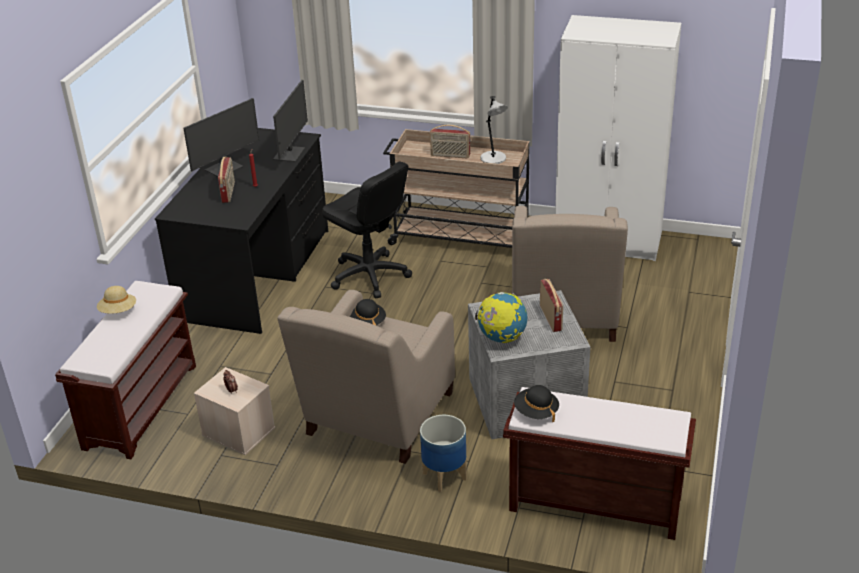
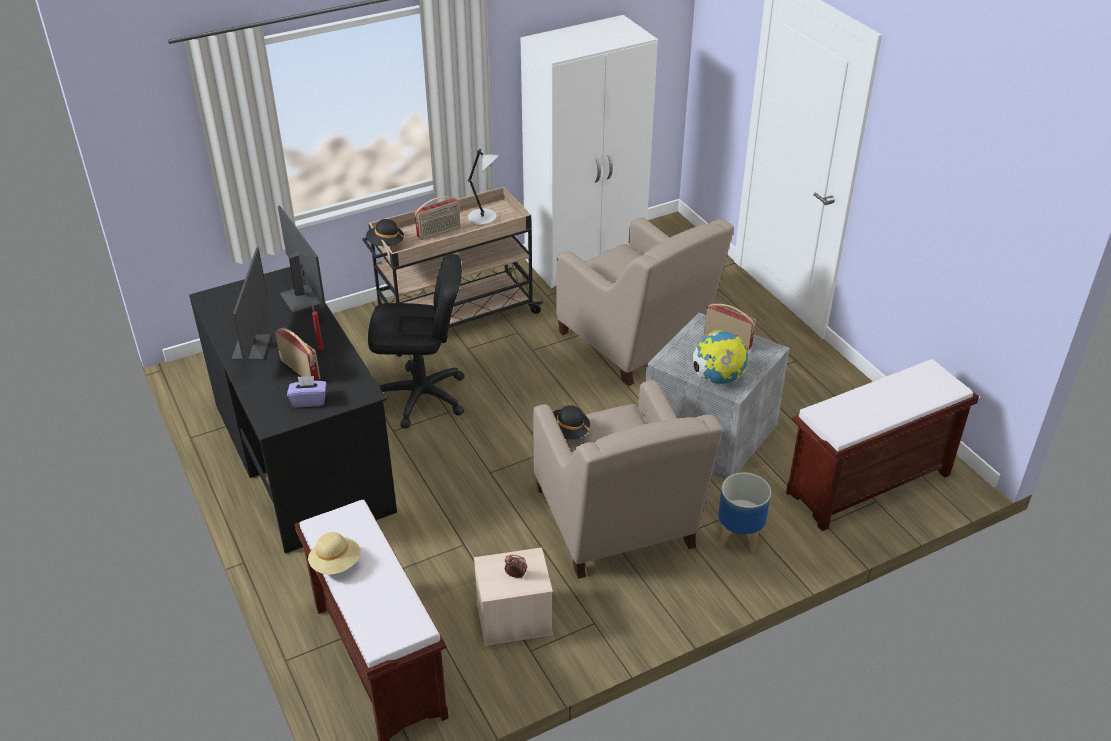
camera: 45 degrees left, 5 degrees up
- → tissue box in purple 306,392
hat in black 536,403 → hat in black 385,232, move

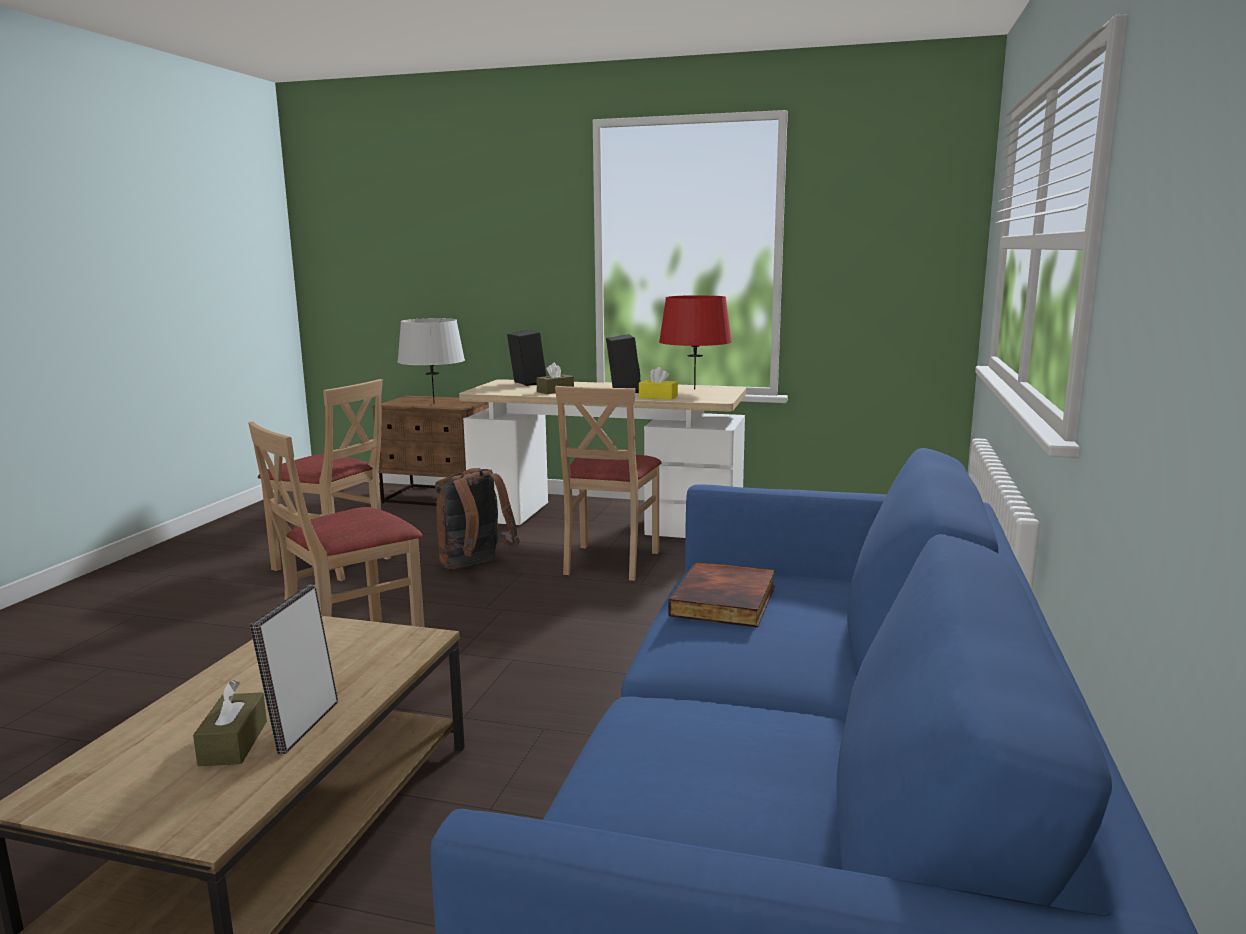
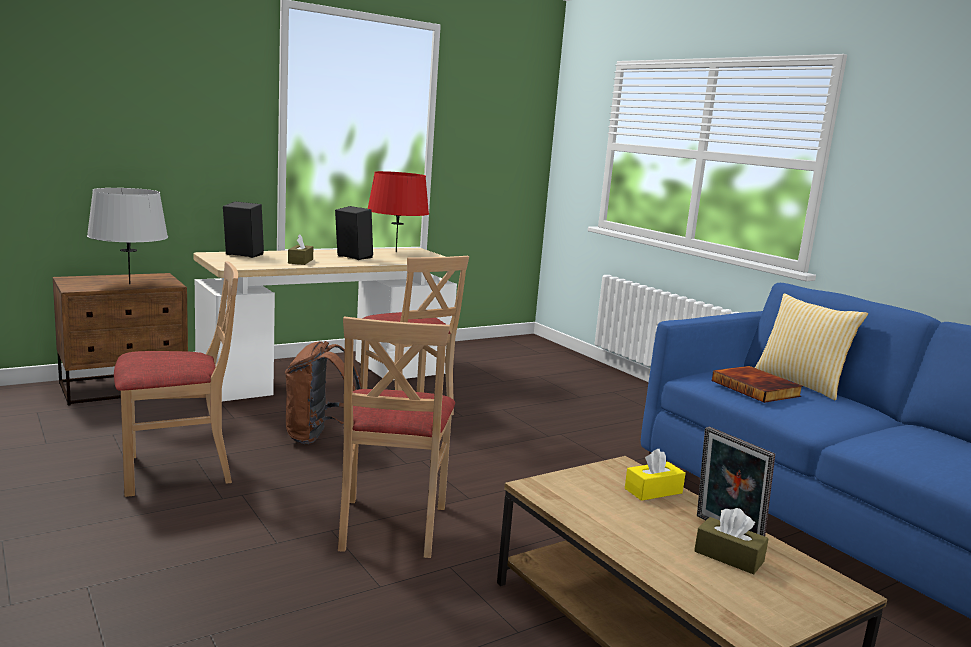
camera: 50 degrees left, 0 degrees up
tissue box in yellow 658,383 → tissue box in yellow 655,475, move
- → pillow 811,346

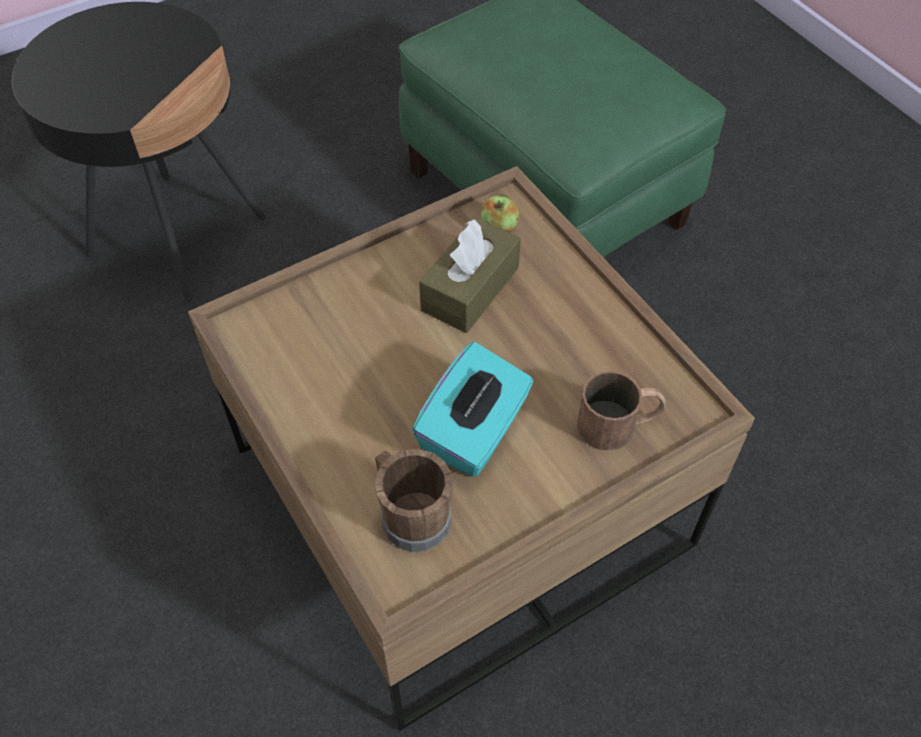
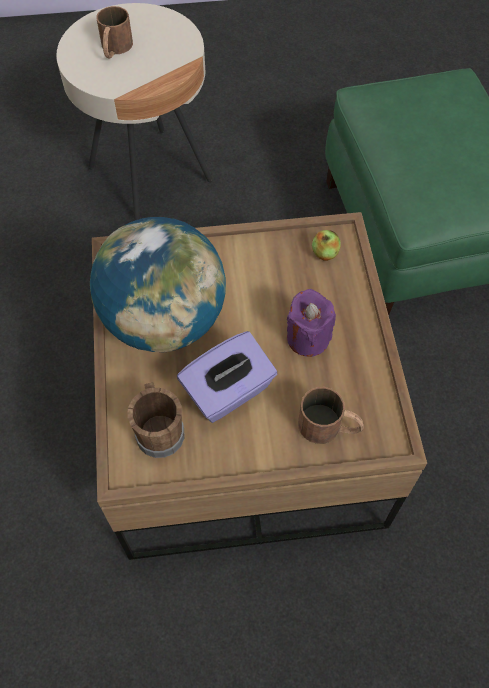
camera: 25 degrees right, 5 degrees up
side table in black 139,151 → side table in beige 135,112
- → globe 158,284
- → mug in brown 114,32
tissue box in turquoise 472,409 → tissue box in purple 227,377
- → candle in purple 311,323
tissue box in brown 470,275 → -

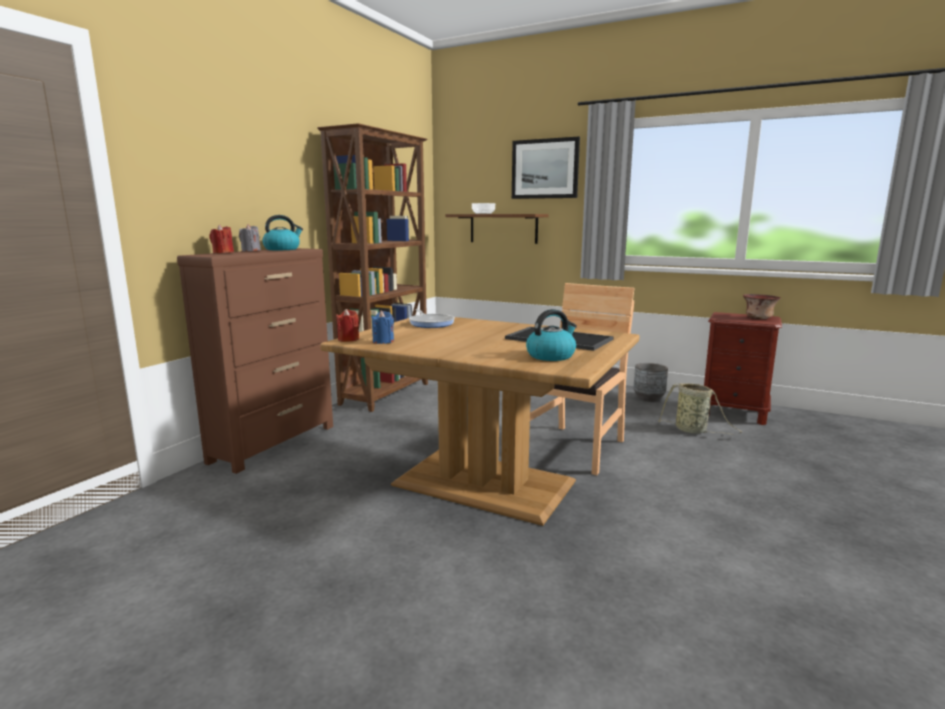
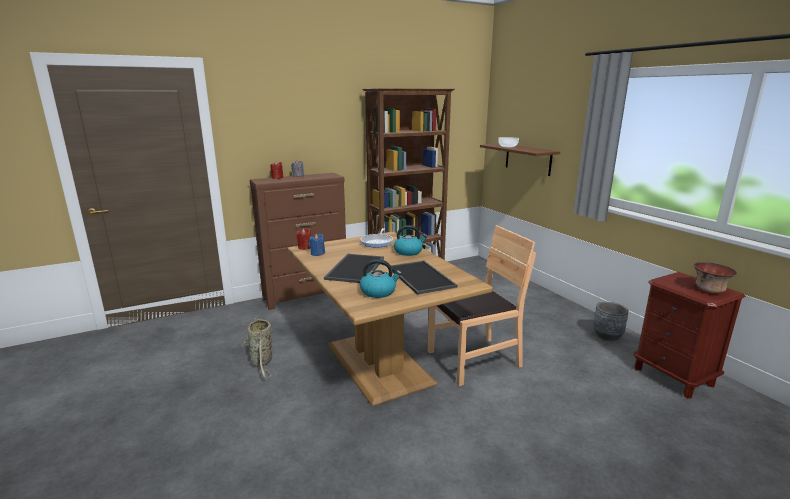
camera: 35 degrees right, 5 degrees up
basket 700,408 → basket 257,348, move
- → tray 354,268
kettle 282,232 → kettle 410,240, move
picture 546,168 → -

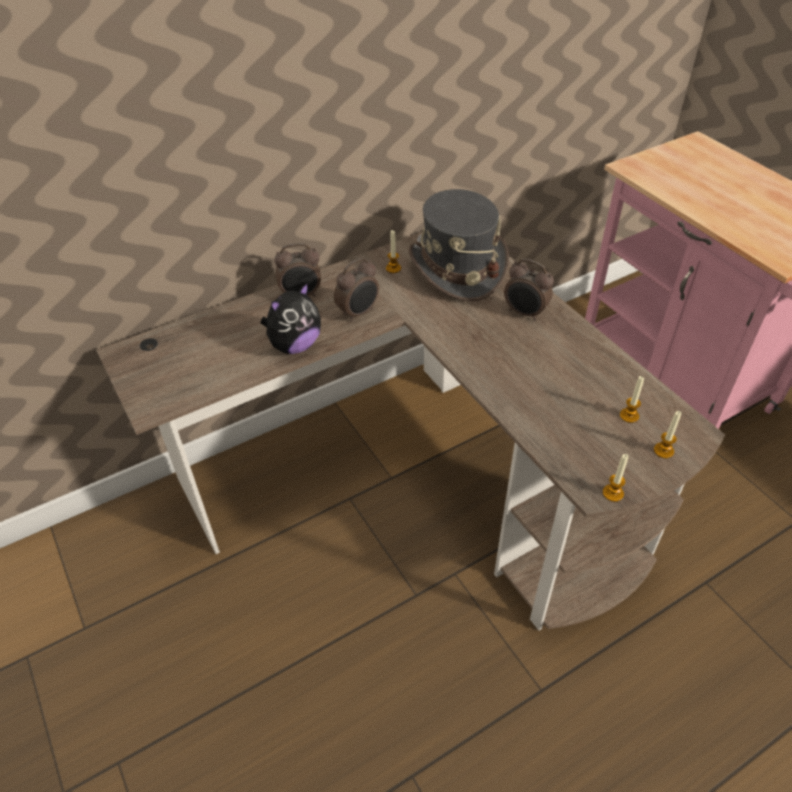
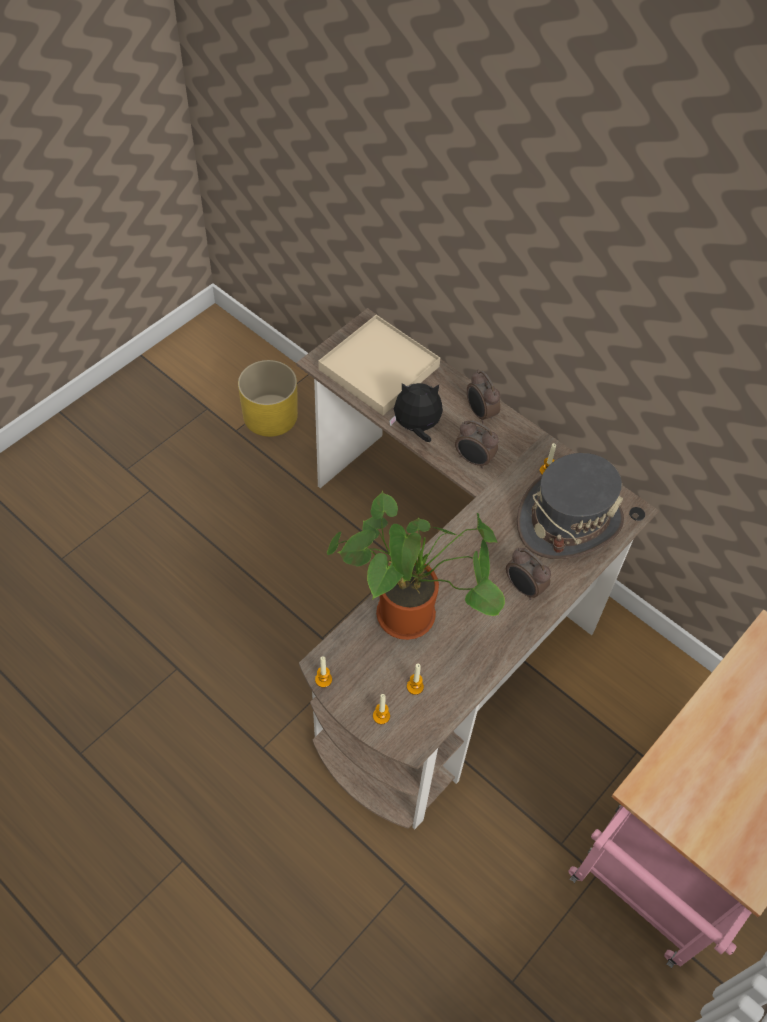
camera: 70 degrees right, 10 degrees up
- → planter in yellow 268,398
- → tray in beige 379,365
- → potted plant 415,565
plush toy 291,318 → plush toy 416,412, 150 degrees clockwise
alarm clock 529,290 → alarm clock 528,574, 60 degrees counterclockwise

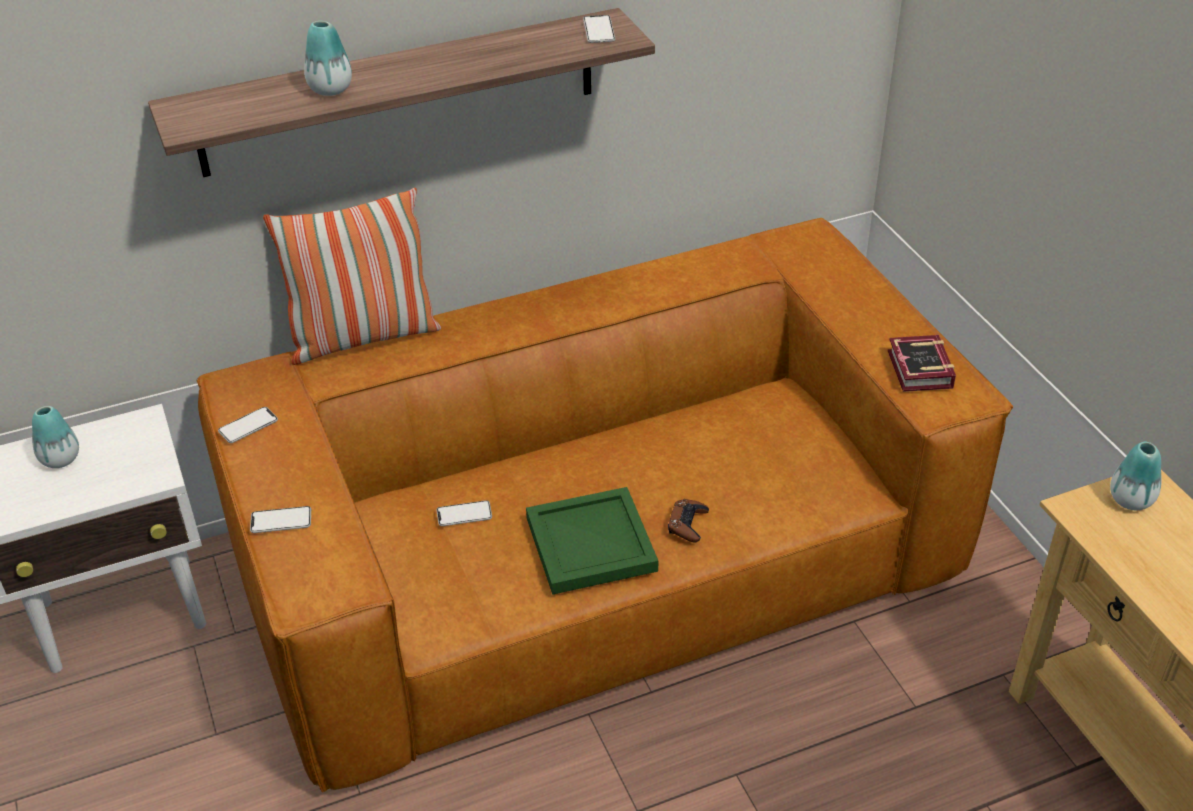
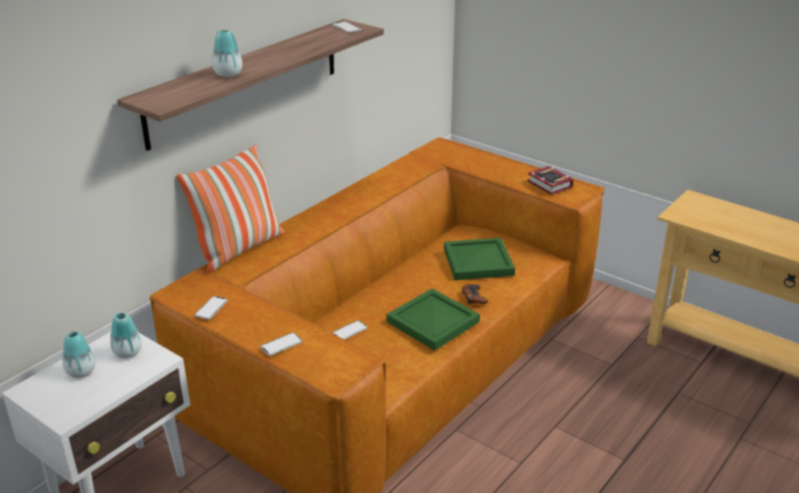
camera: 30 degrees left, 10 degrees down
vase 1136,476 → vase 126,335, move
- → tray in green 479,259

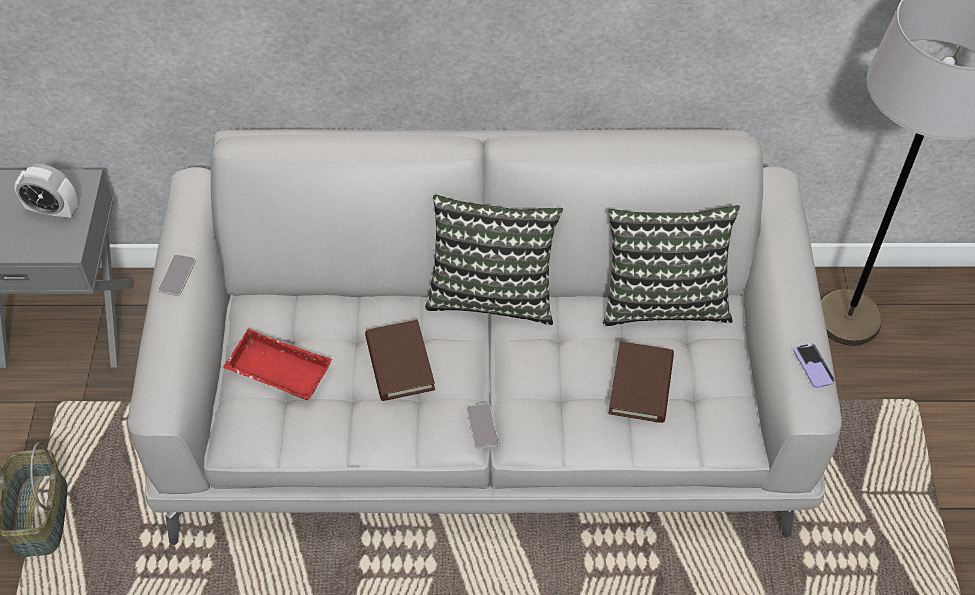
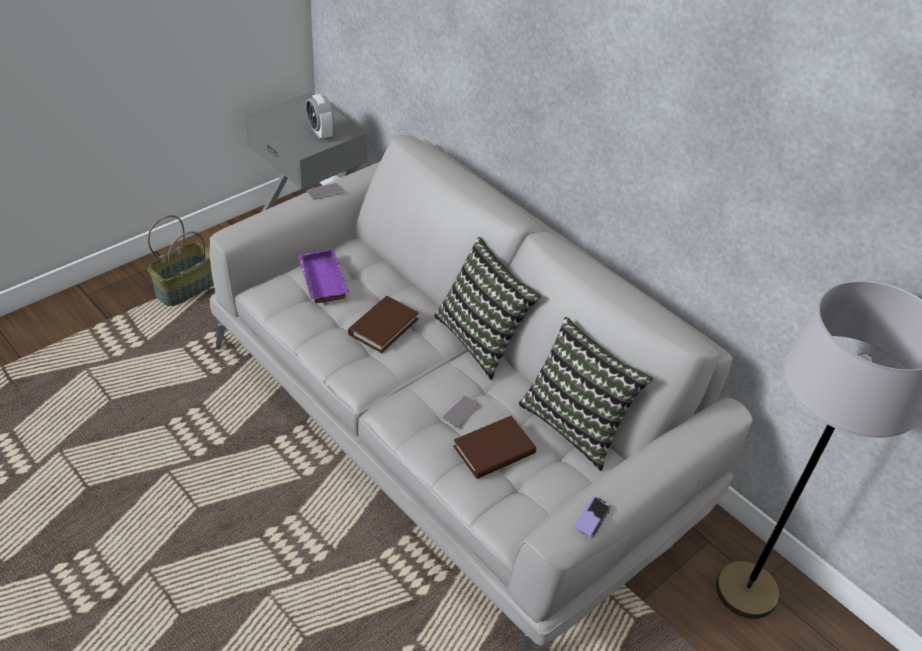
camera: 45 degrees right, 10 degrees down
tray in red 277,364 → tray in purple 323,276
phone 482,426 → phone 460,412, move

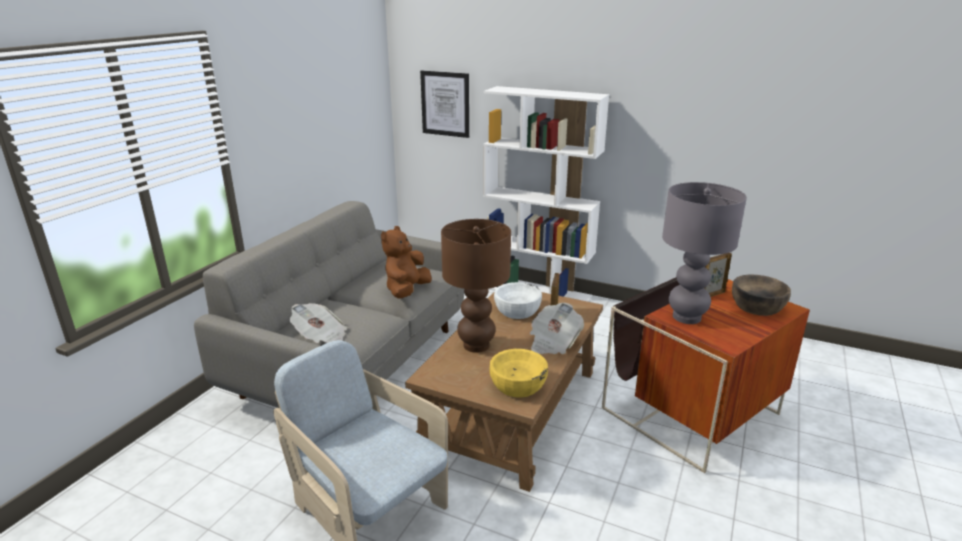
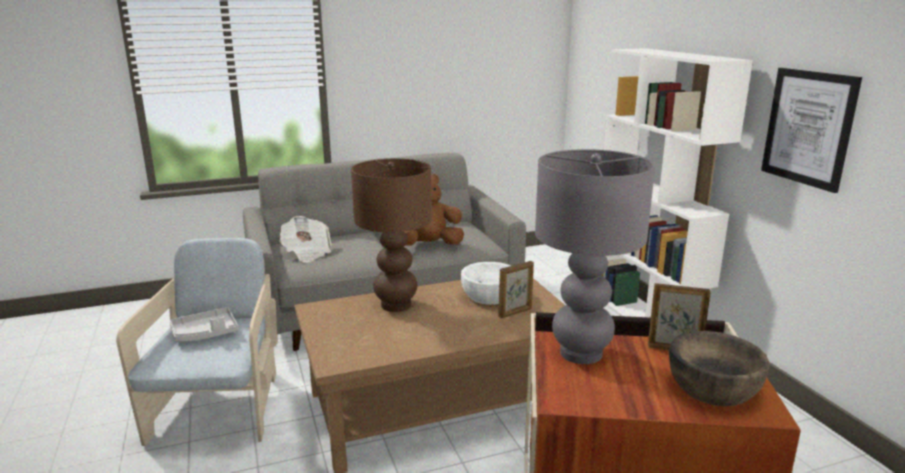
camera: 45 degrees right, 5 degrees down
- → tray in grey 204,324
picture 444,104 → picture 811,130, move
bowl in yellow 518,373 → -
newspaper 557,328 → -

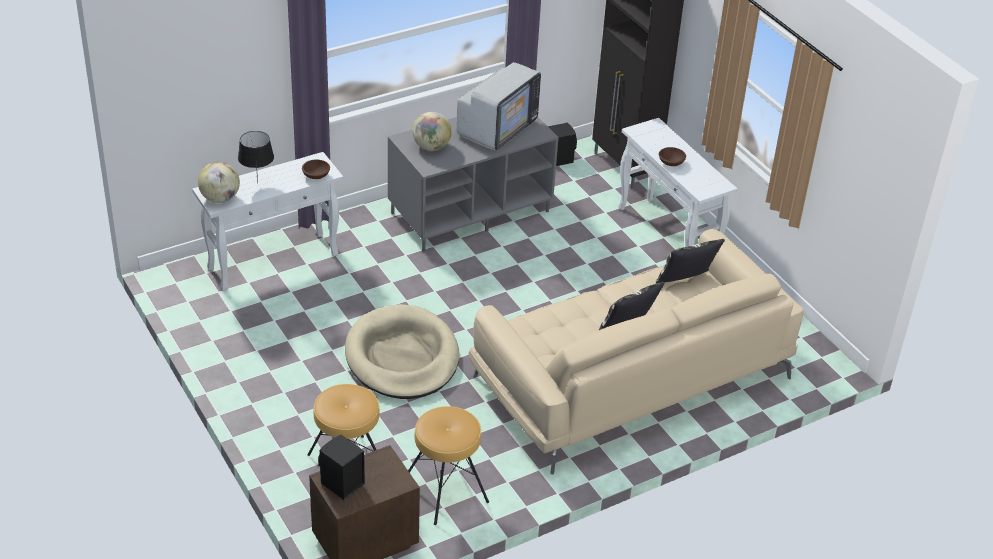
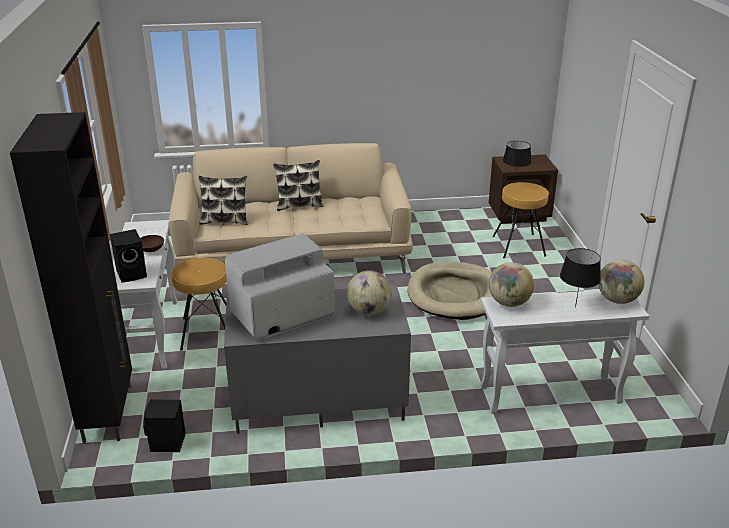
camera: 155 degrees left, 10 degrees down
speaker in black 341,467 → speaker in black 128,256, move
stool in brown 448,465 → stool in brown 199,304, move
bowl in brown 316,169 → globe 511,284
- → table lamp in black 517,160

